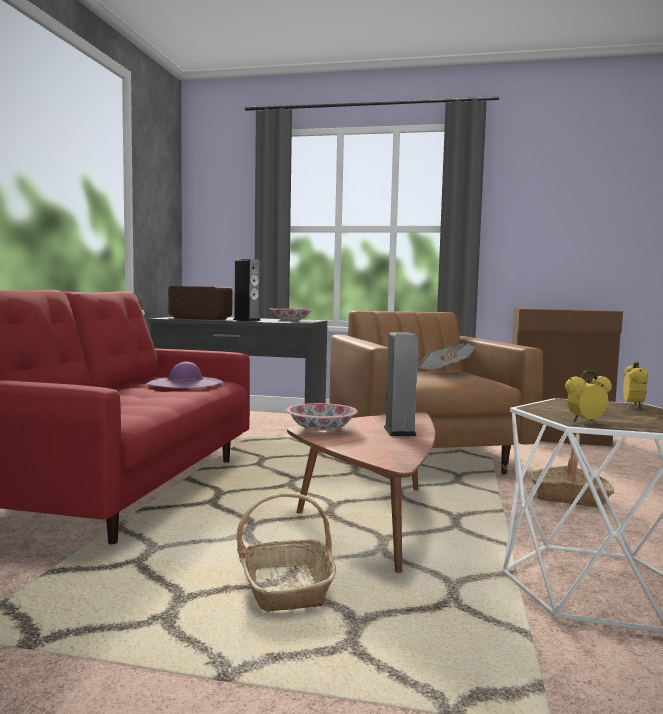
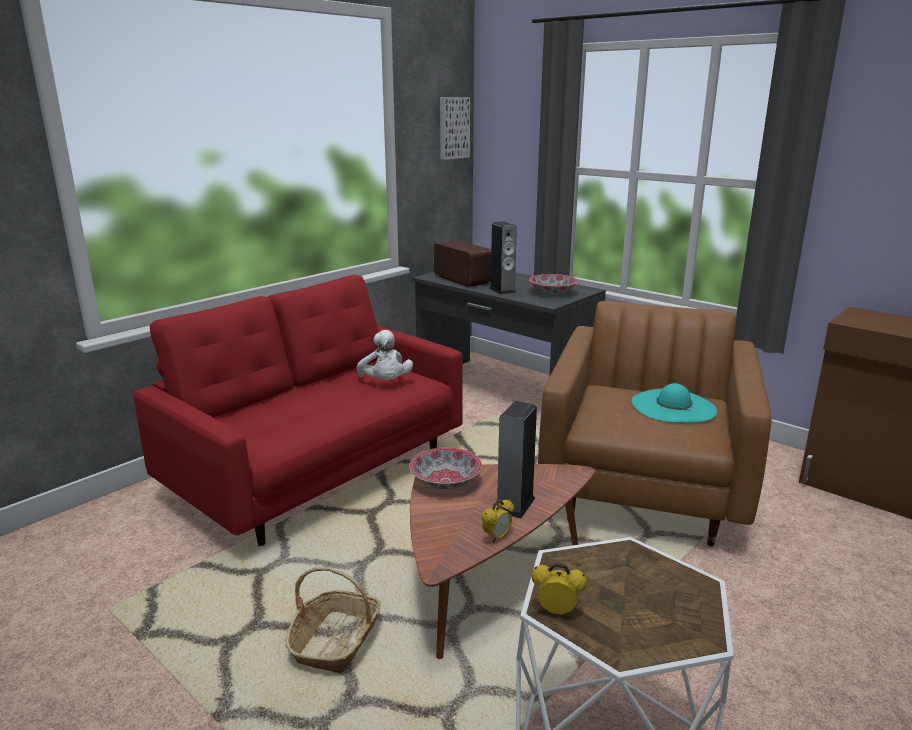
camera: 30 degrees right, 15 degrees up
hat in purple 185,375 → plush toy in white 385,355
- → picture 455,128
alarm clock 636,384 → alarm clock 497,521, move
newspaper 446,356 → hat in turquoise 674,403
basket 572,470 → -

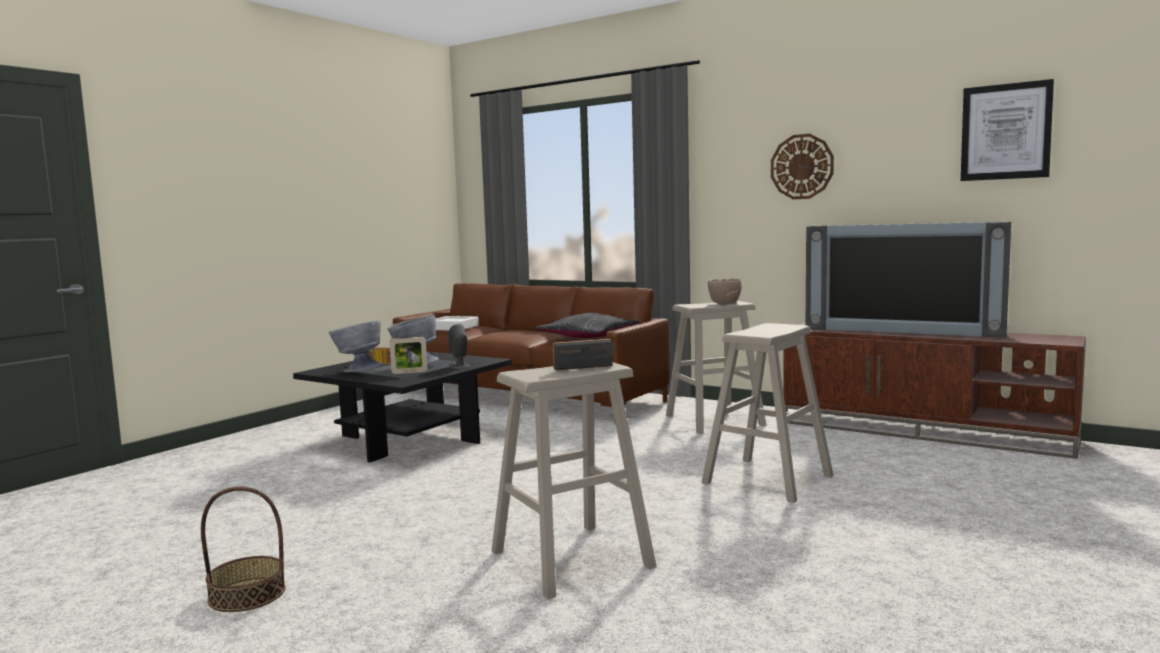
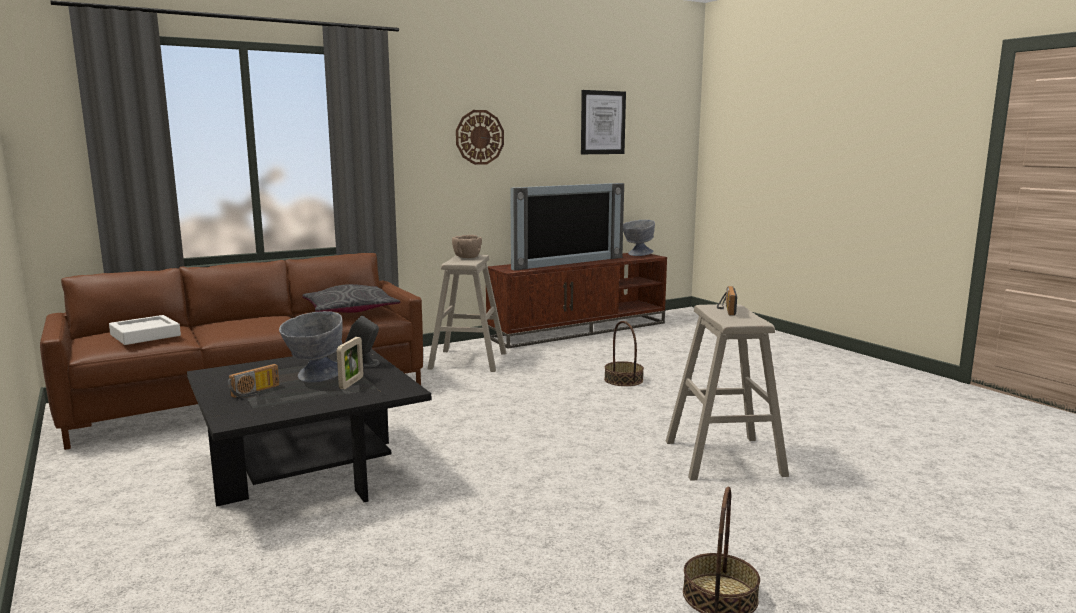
camera: 65 degrees left, 5 degrees up
stool in beige 767,413 → basket 624,353
bowl in grey 356,346 → bowl in grey 639,238, move

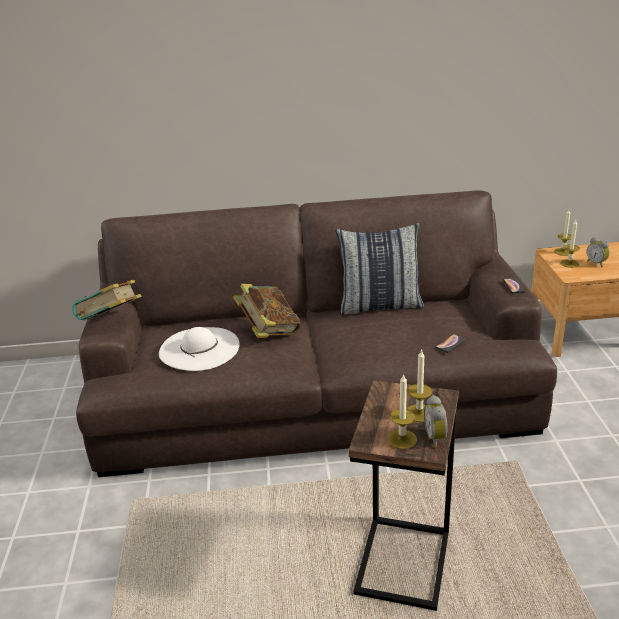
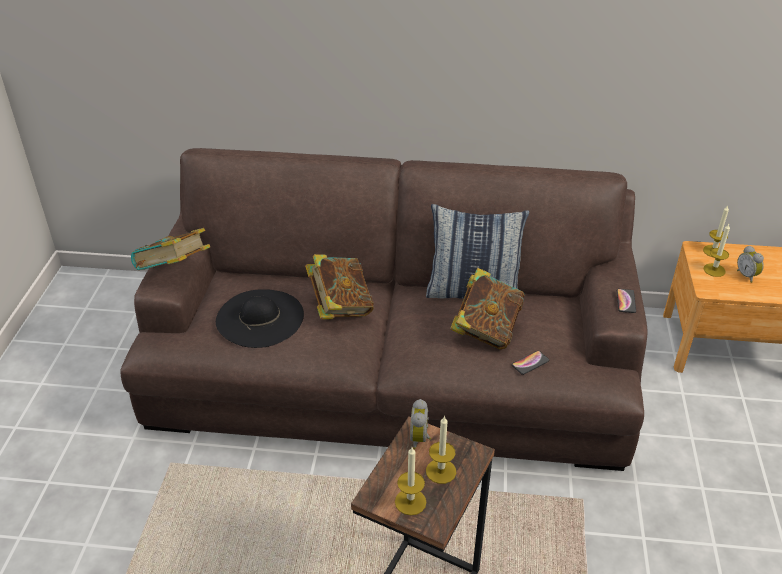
camera: 10 degrees right, 10 degrees up
hat in white 199,349 → hat in black 260,318
alarm clock 436,421 → alarm clock 420,424, move
- → book 487,308

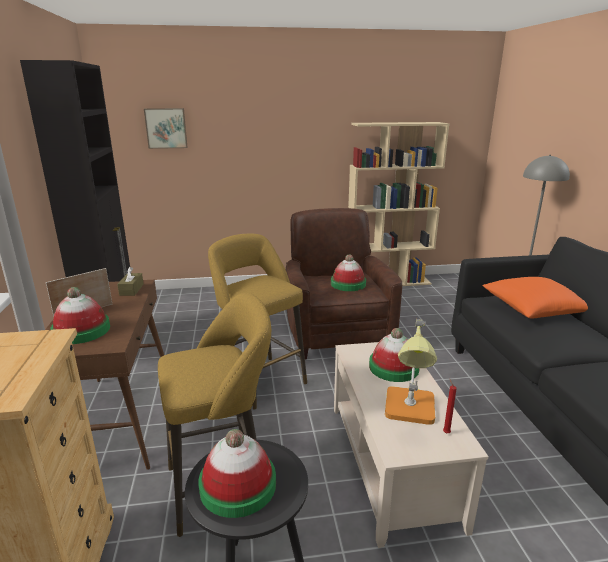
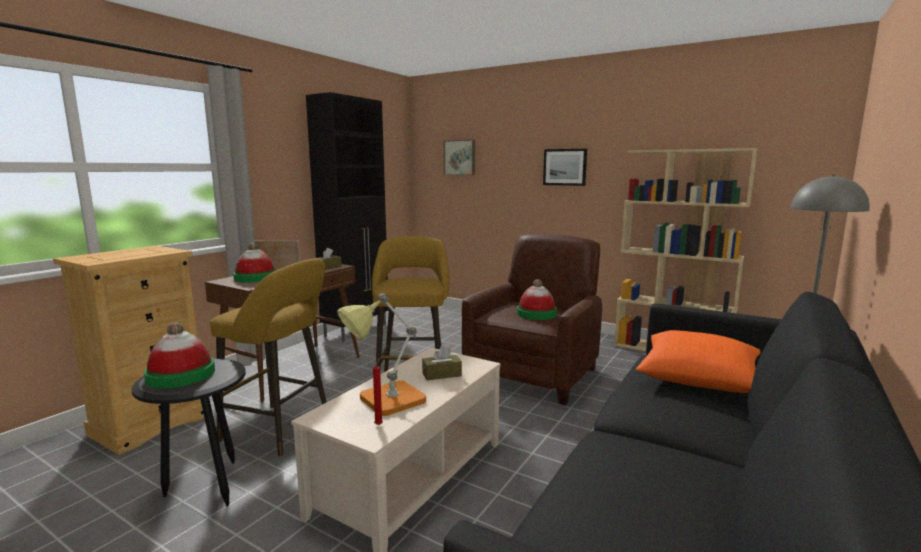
camera: 40 degrees right, 10 degrees down
hat 394,355 → tissue box in brown 442,363
- → picture 565,167

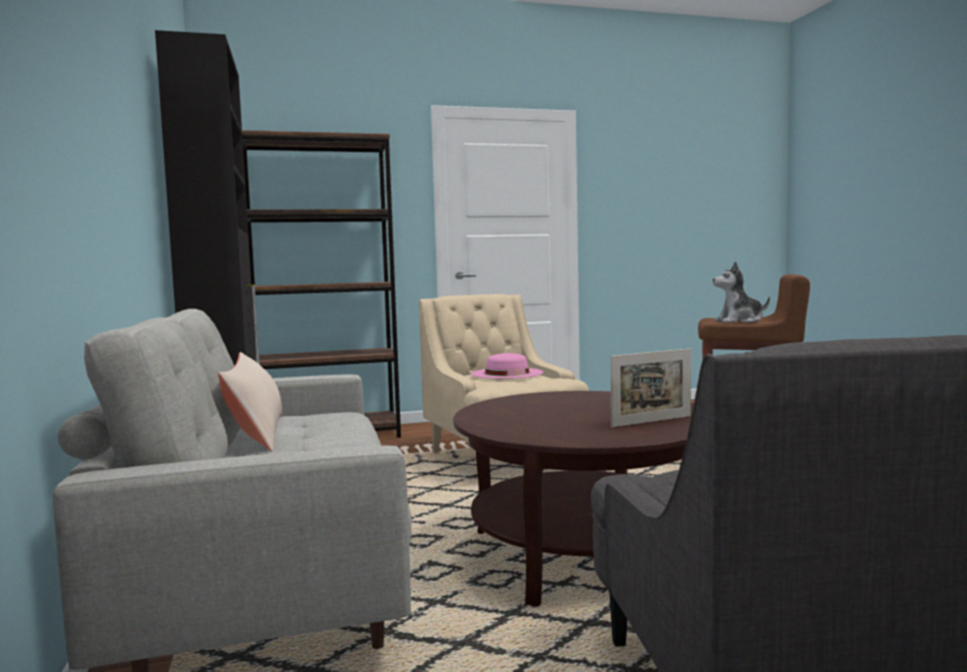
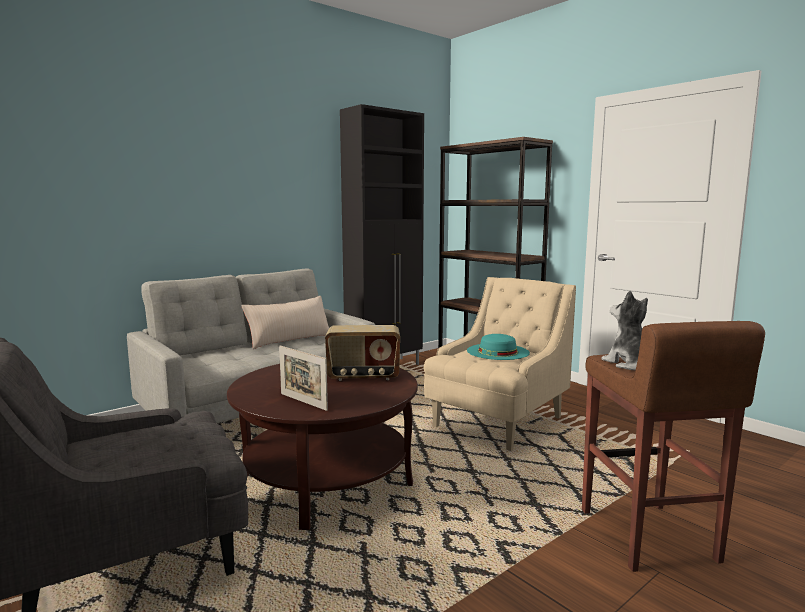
camera: 65 degrees right, 5 degrees up
- → radio 362,353
hat in pink 507,366 → hat in turquoise 498,347

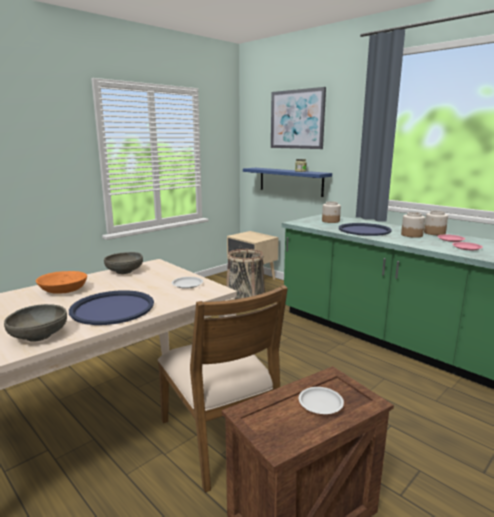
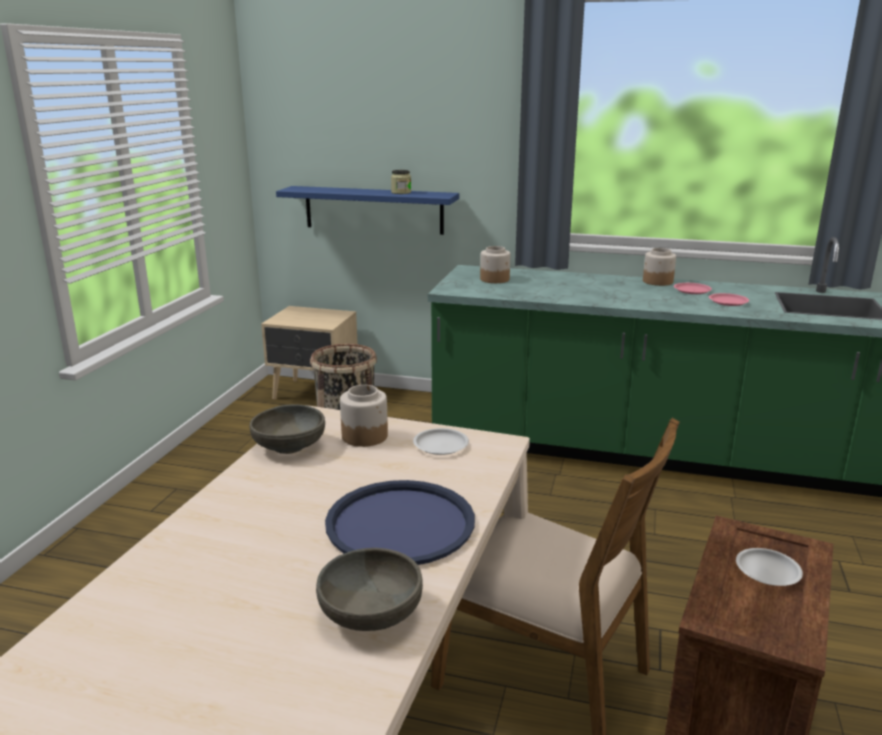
camera: 30 degrees left, 5 degrees up
jar 413,225 → jar 364,416, move
bowl in orange 61,282 → -
picture 298,118 → -
tray in blue 365,229 → -

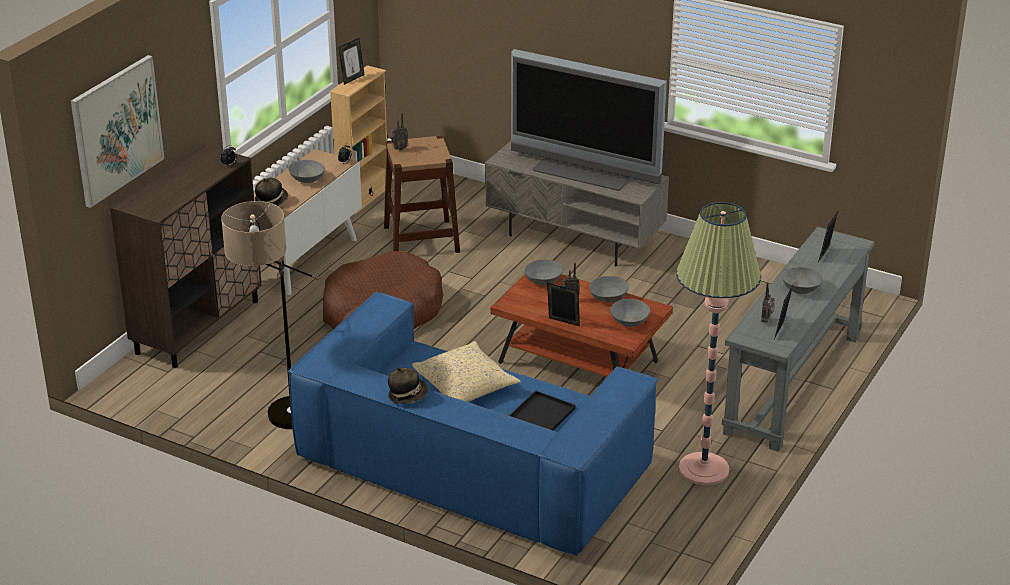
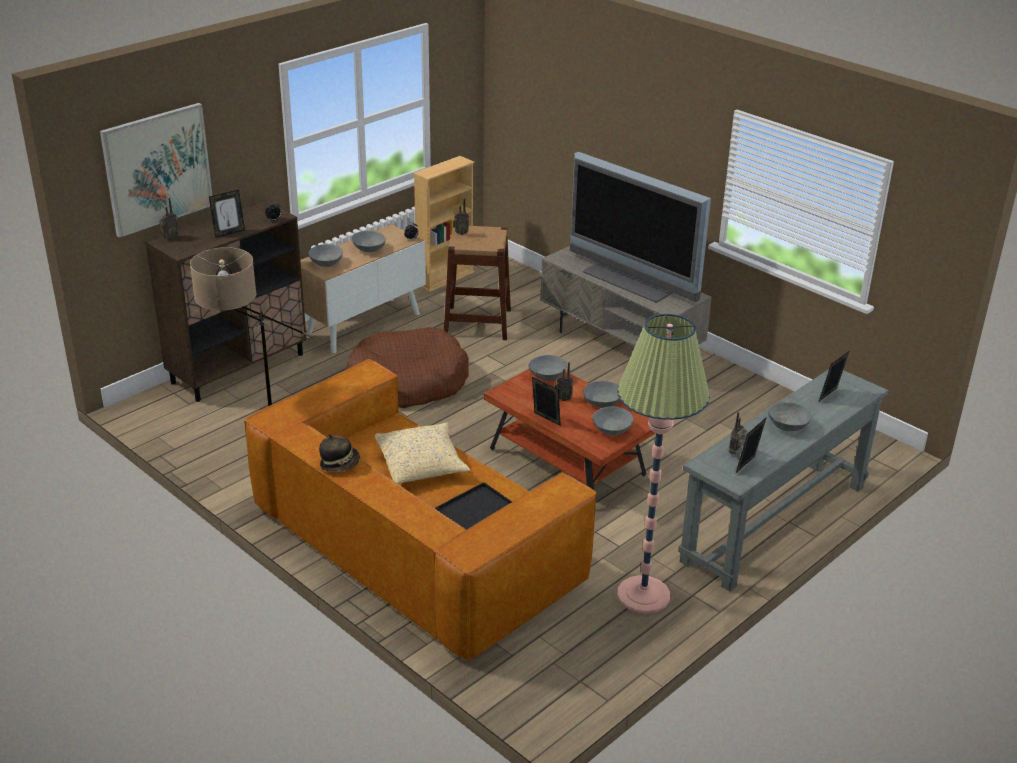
camera: 15 degrees right, 0 degrees up
- → radio 169,218
picture frame 351,61 → picture frame 227,214, move
sofa in blue 473,424 → sofa in brown 421,510
hat 271,192 → bowl in grey 325,255

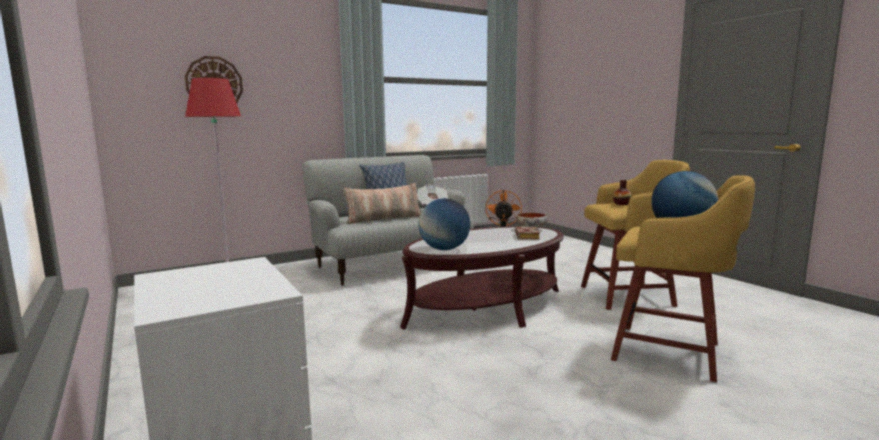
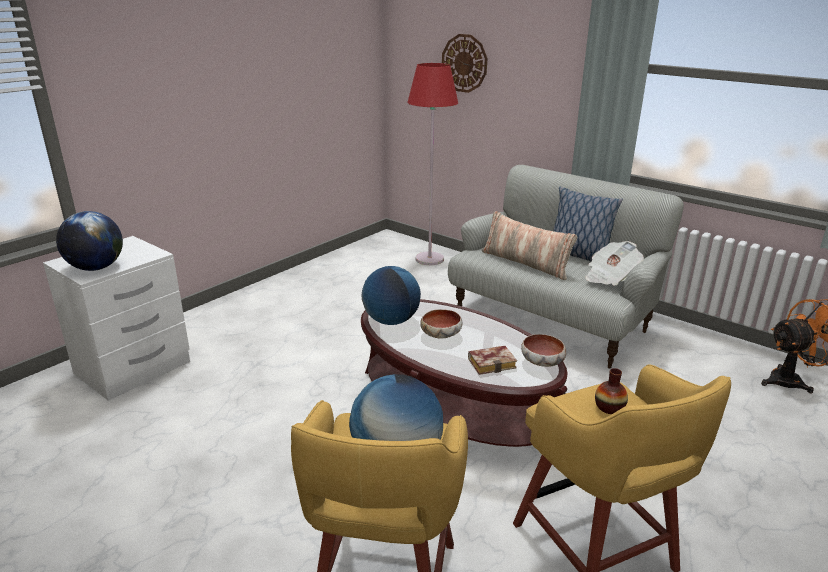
camera: 70 degrees right, 15 degrees up
- → globe 89,241
- → bowl 441,324

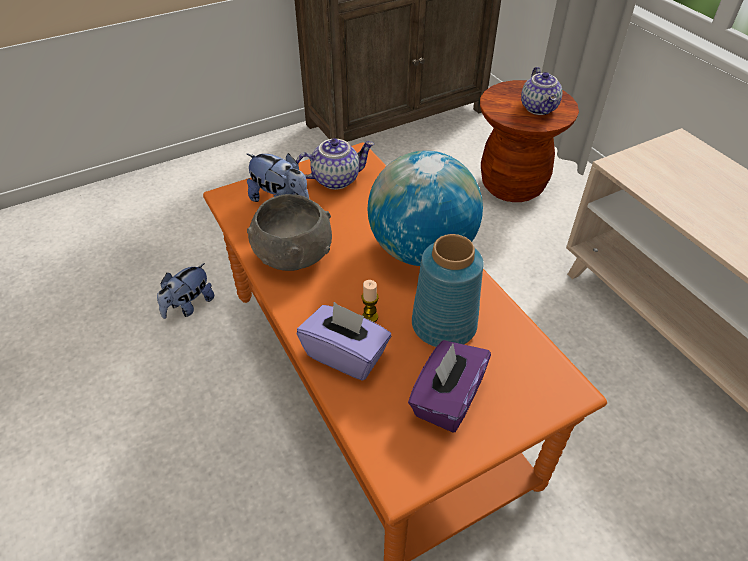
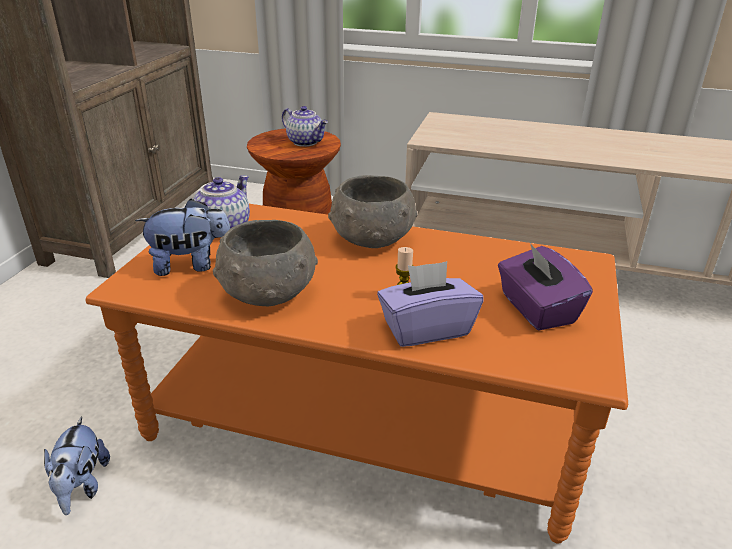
camera: 45 degrees left, 15 degrees down
globe 425,208 → bowl in grey 373,211
vase in blue 448,290 → -

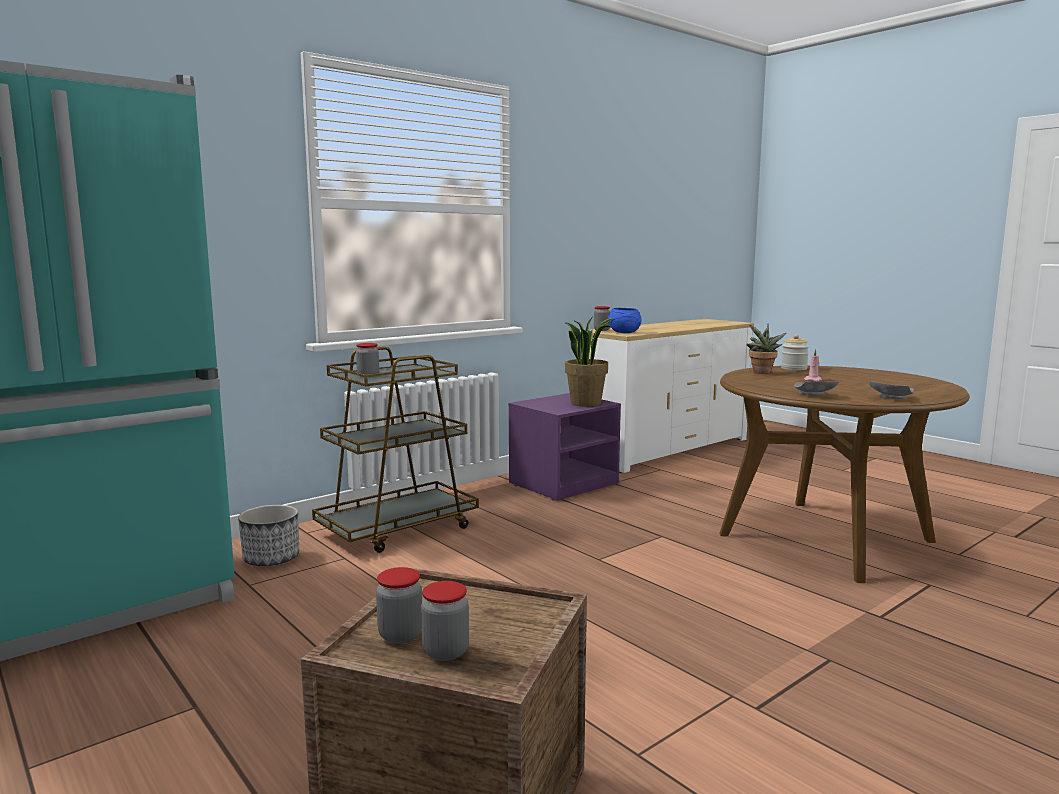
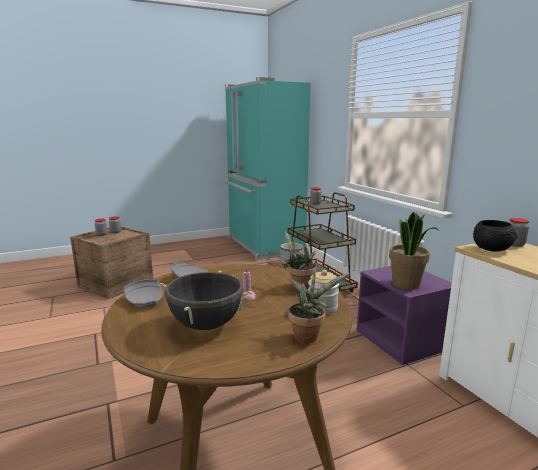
camera: 105 degrees right, 5 degrees up
- → cooking pot in black 206,300
- → potted plant 319,308
bowl in blue 624,320 → bowl in black 495,236

